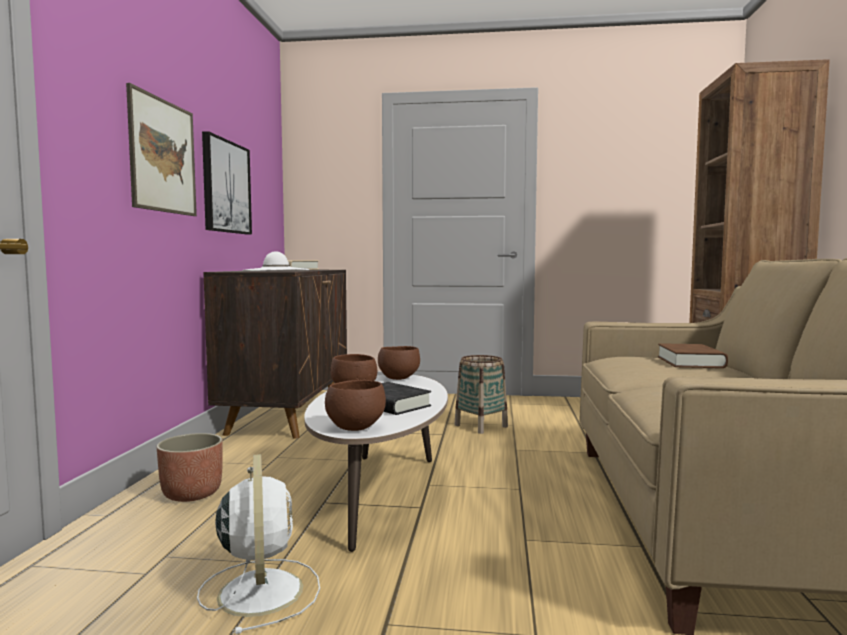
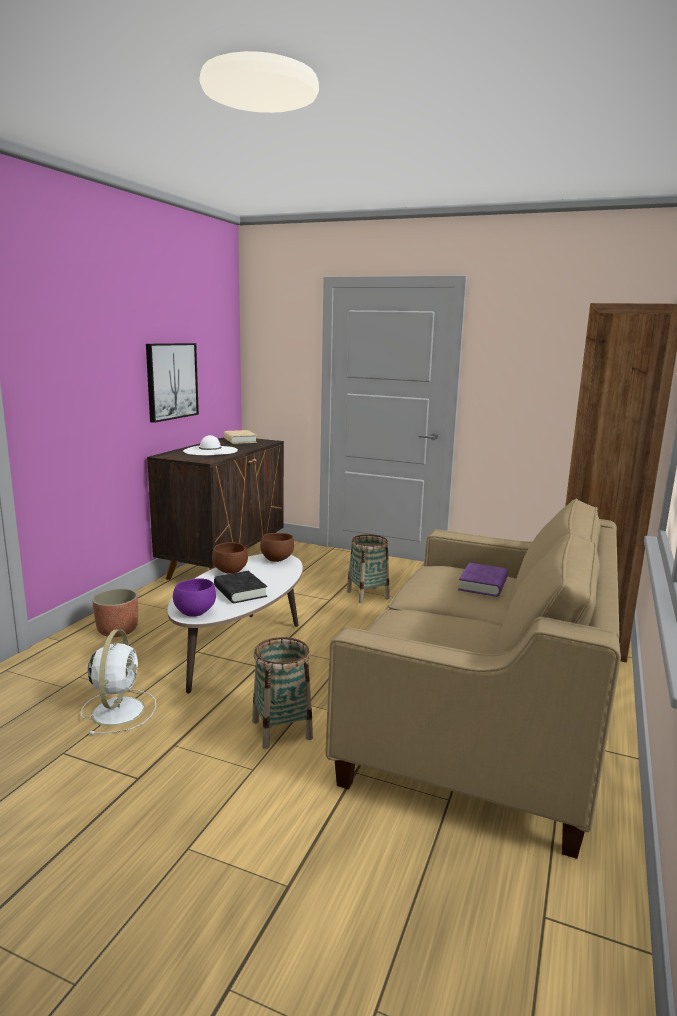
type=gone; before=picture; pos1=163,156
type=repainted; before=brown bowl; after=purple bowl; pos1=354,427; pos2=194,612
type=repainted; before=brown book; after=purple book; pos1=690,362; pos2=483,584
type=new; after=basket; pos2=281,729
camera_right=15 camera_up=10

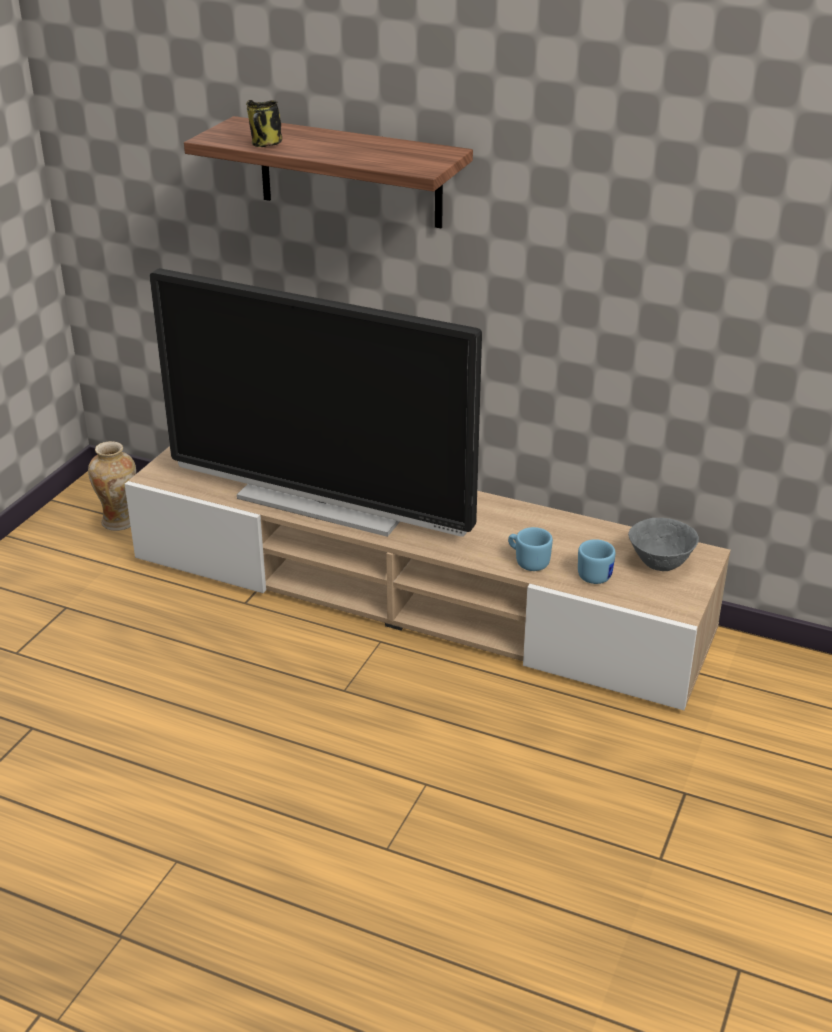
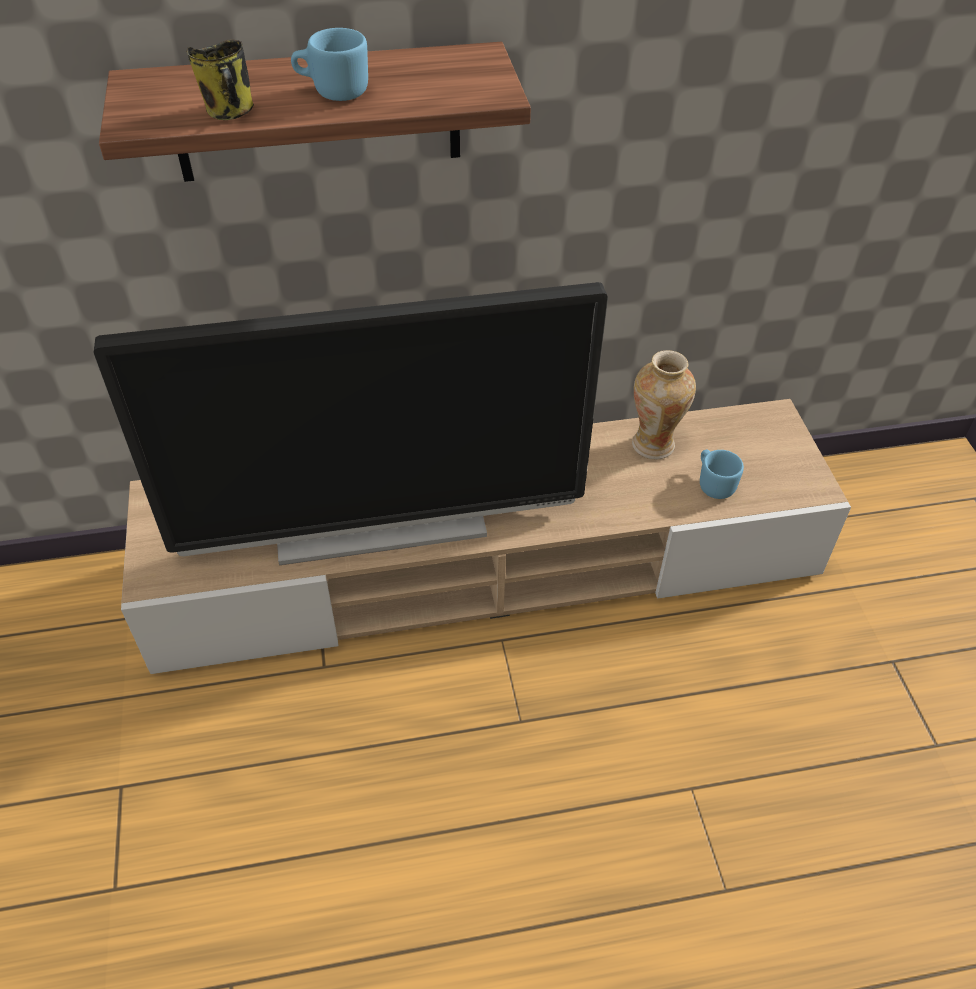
type=shifted; before=vase; pos1=120,522; pos2=654,444
type=shifted; before=blue mug; pos1=528,561; pos2=333,91
type=gone; before=grey bowl; pos1=659,564
camera_right=-35 camera_up=15

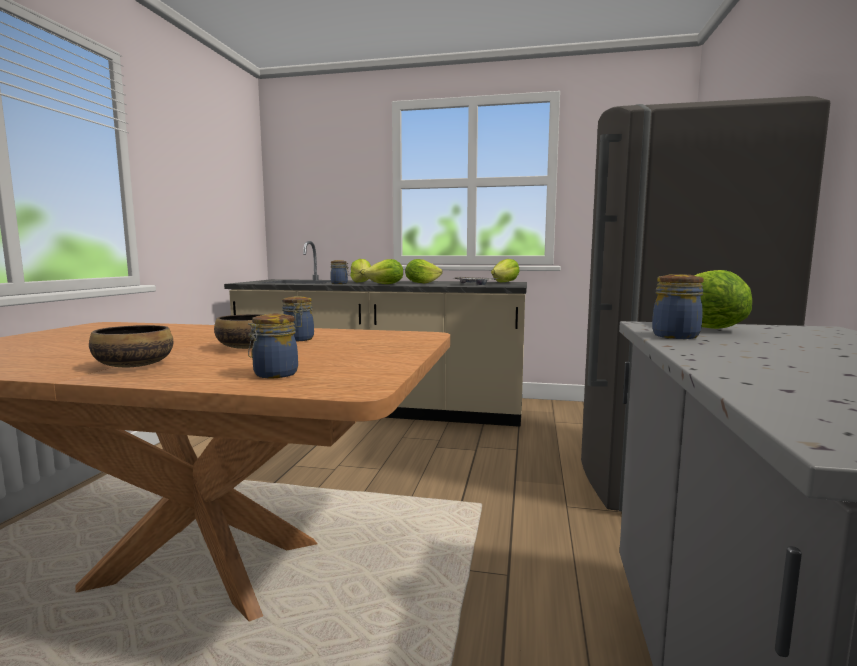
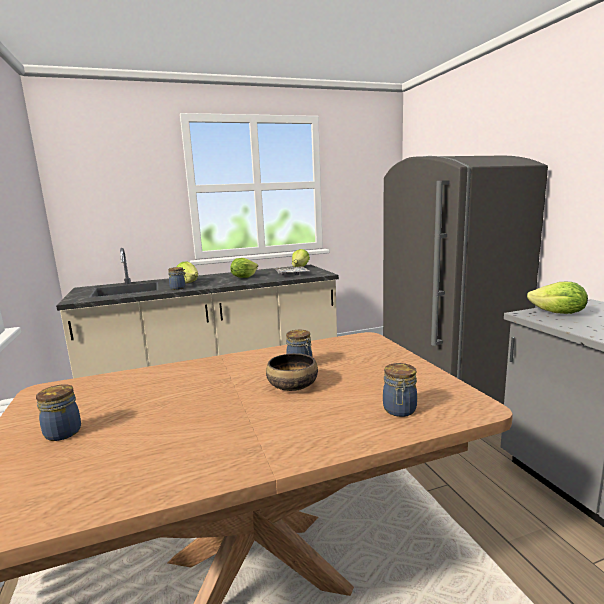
type=gone; before=bowl; pos1=133,365
type=gone; before=lettuce; pos1=386,284
type=shifted; before=jar; pos1=674,335; pos2=63,432
camera_right=-30 camera_up=5

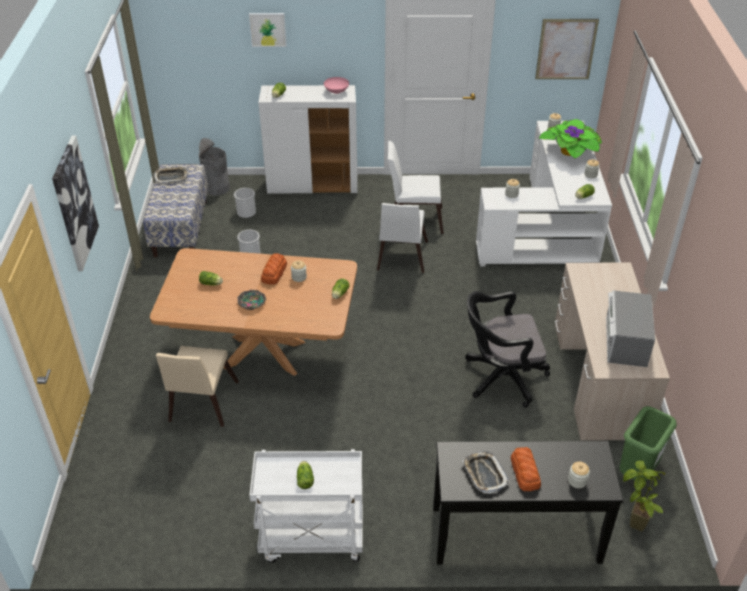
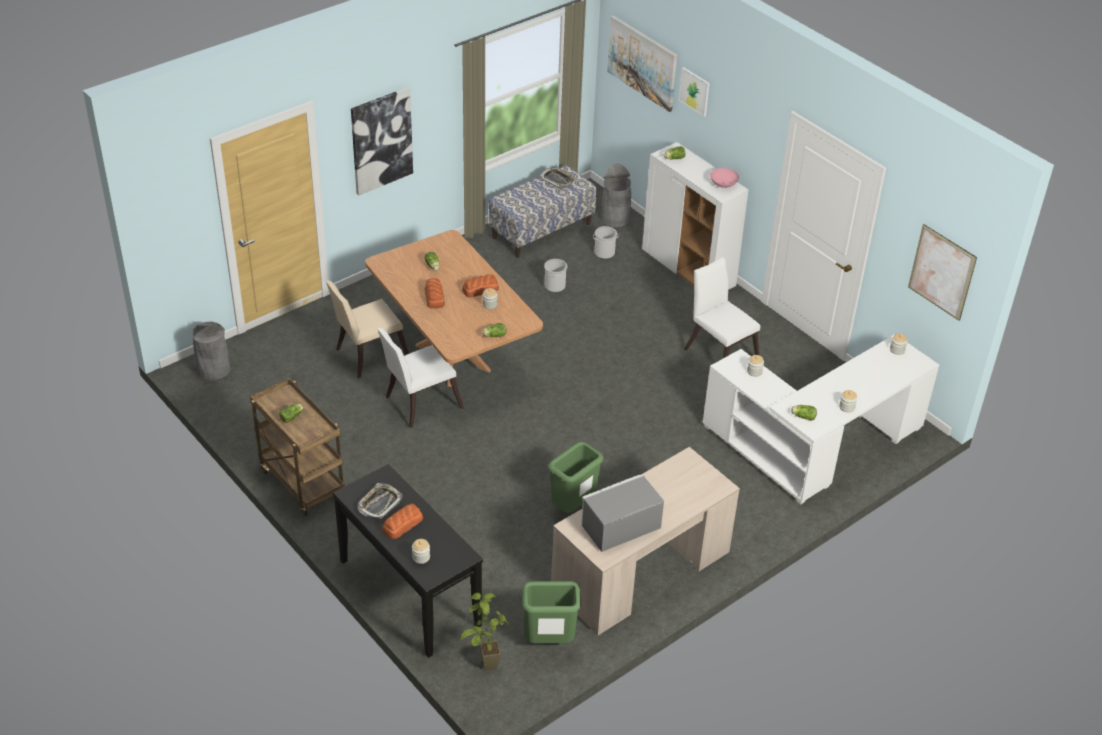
type=swapped; before=bowl; after=bread; pos1=252,303; pos2=434,297
type=repainted; before=white cart; after=brown cart; pos1=311,540; pos2=301,482
type=shifted; before=white chair; pos1=401,258; pos2=419,403
type=swapped; before=black office chair; after=green trash can; pos1=500,377; pos2=573,506
type=gone; before=potted plant; pos1=570,152
type=new; after=grey trash can; pos2=213,369
type=new; after=picture; pos2=642,62
camera_right=50 camera_up=0

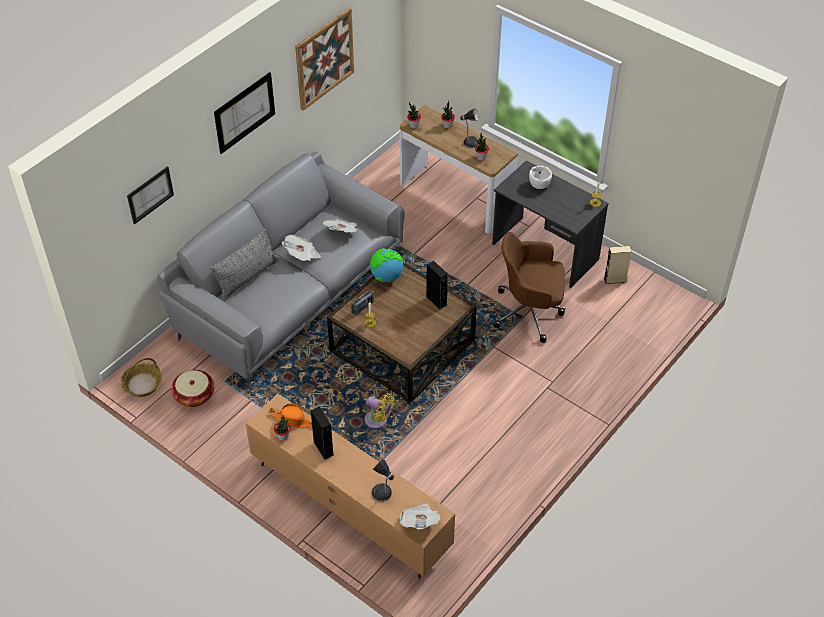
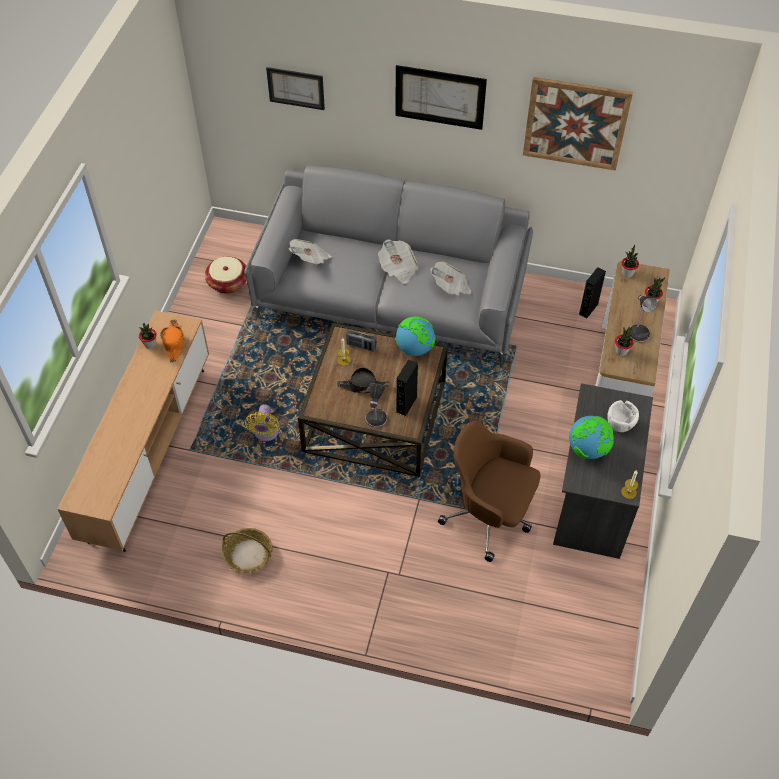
type=shifted; before=basket; pos1=142,384; pos2=248,555
type=gone; before=grey pillow; pos1=247,278
type=shifted; before=black speaker; pos1=323,448; pos2=588,309
type=shifted; before=table lamp; pos1=382,493; pos2=375,419
type=shifted; before=newspaper; pos1=420,522; pos2=310,259
type=rotated; before=brown office chair; pos1=530,312; pos2=490,515; turn=-45
type=gone; before=beige speaker; pos1=615,280
type=new; after=black hat; pos2=363,386
type=new; after=globe; pos2=588,450
camera_right=65 camera_up=5

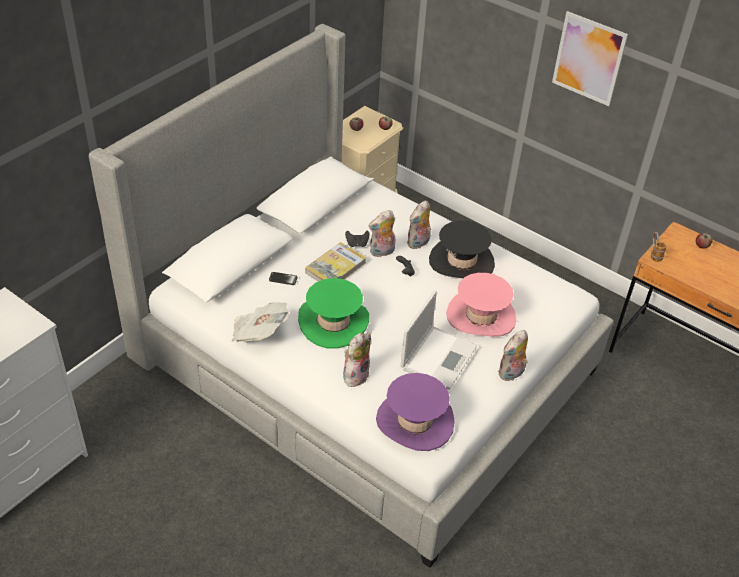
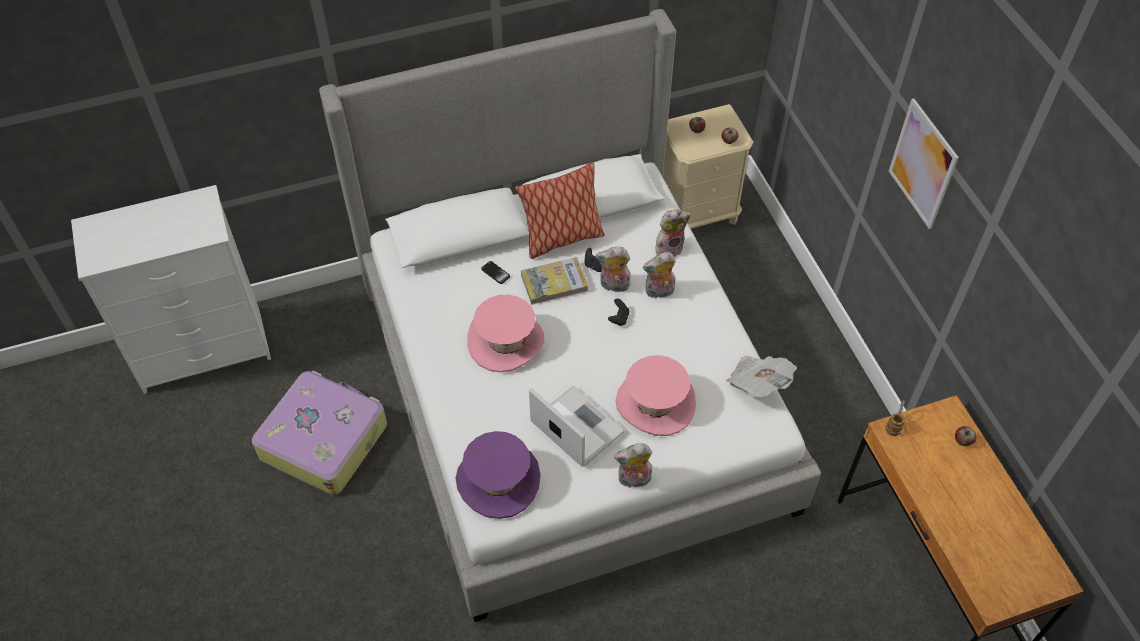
type=shifted; before=newspaper; pos1=259,333; pos2=758,383
type=repainted; before=green hat; after=pink hat; pos1=333,322; pos2=506,341
type=shifted; before=plush toy; pos1=355,375; pos2=669,247
type=rotated; before=laptop; pos1=439,356; pos2=575,426; turn=-105
type=gone; before=black hat; pos1=461,261
type=new; after=suitcase; pos2=324,439
type=new; after=pillow; pos2=562,239
camera_right=35 camera_up=10

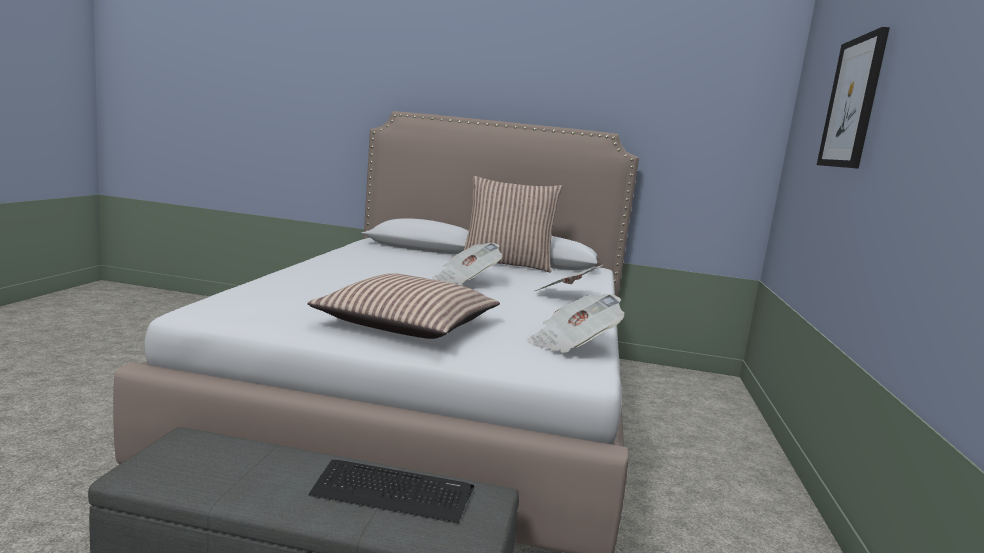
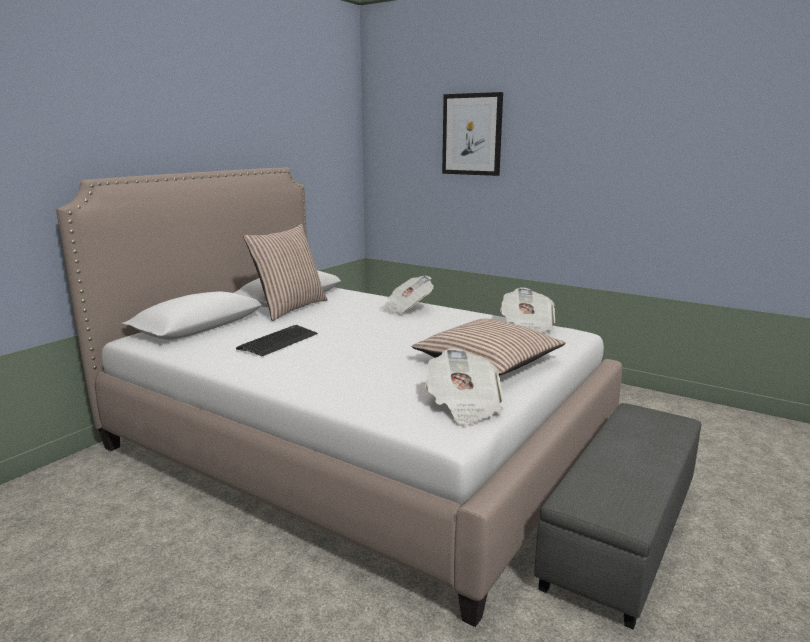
type=shifted; before=keyboard; pos1=392,492; pos2=278,341
type=shifted; before=newspaper; pos1=465,281; pos2=464,406
camera_right=-65 camera_up=5

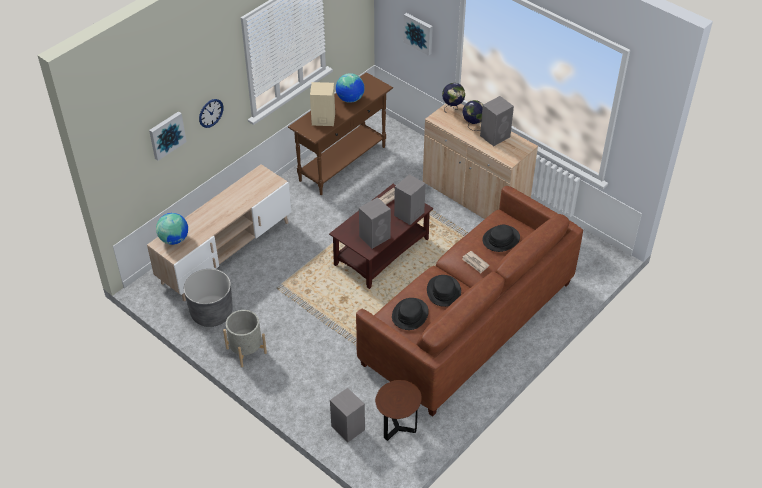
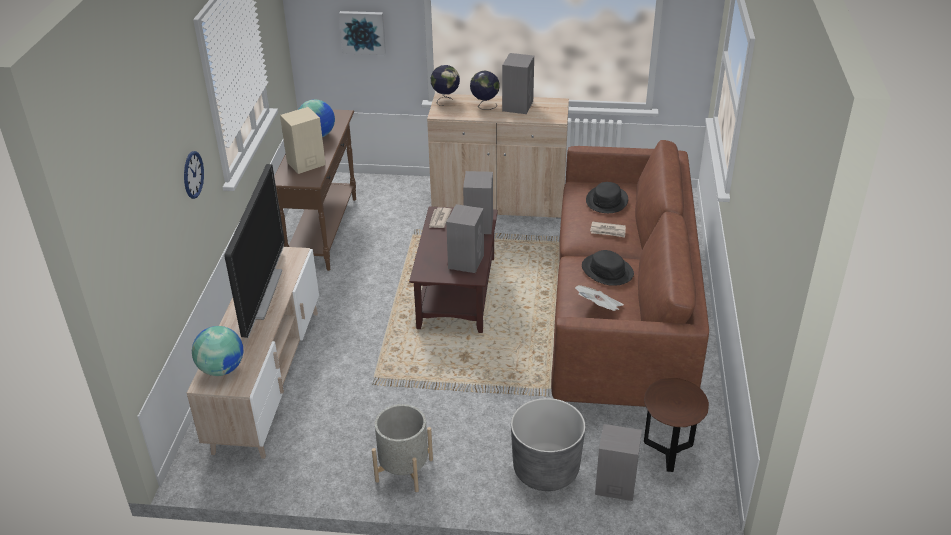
type=gone; before=picture; pos1=166,135
type=shifted; before=grey planter; pos1=211,313; pos2=546,469
type=swapped; before=black hat; after=newspaper; pos1=410,314; pos2=599,308
type=new; after=television; pos2=261,294
camera_right=-35 camera_up=-10

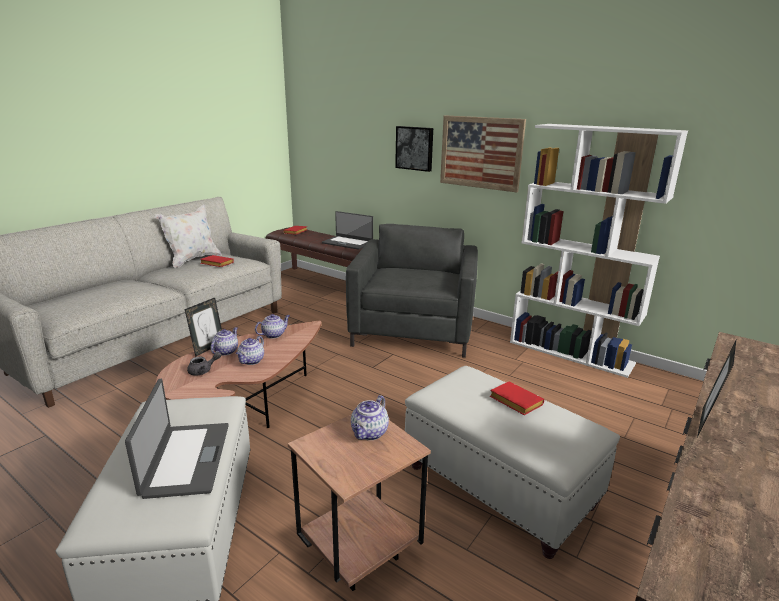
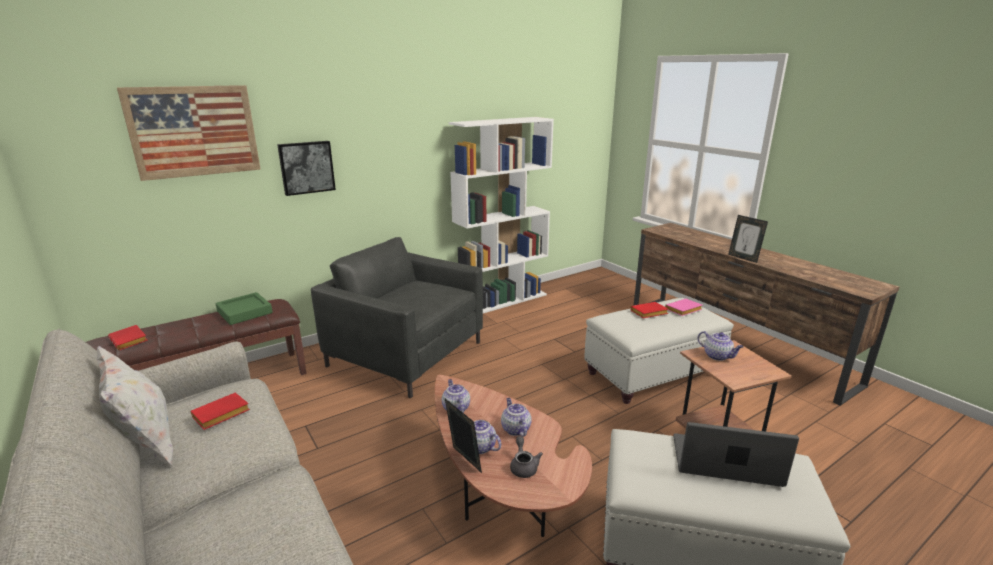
type=rotated; before=teapot; pos1=251,361; pos2=515,429; turn=-150
type=swapped; before=laptop; after=green tray; pos1=348,243; pos2=245,312
type=shifted; before=picture; pos1=480,153; pos2=194,131
type=new; after=pink book; pos2=683,310
camera_right=-70 camera_up=0

